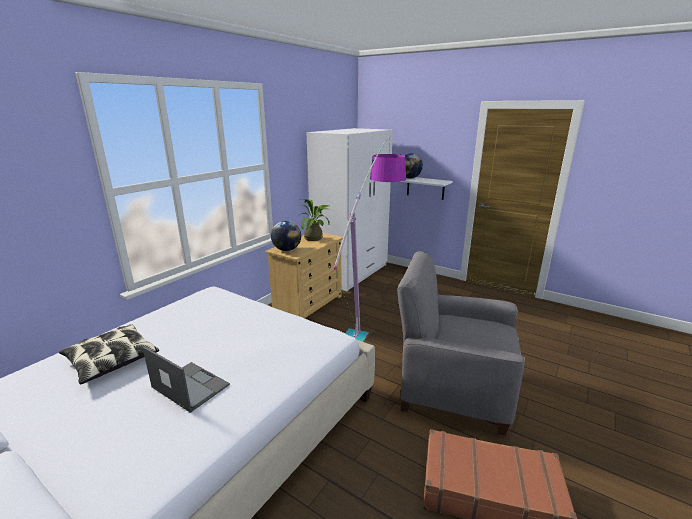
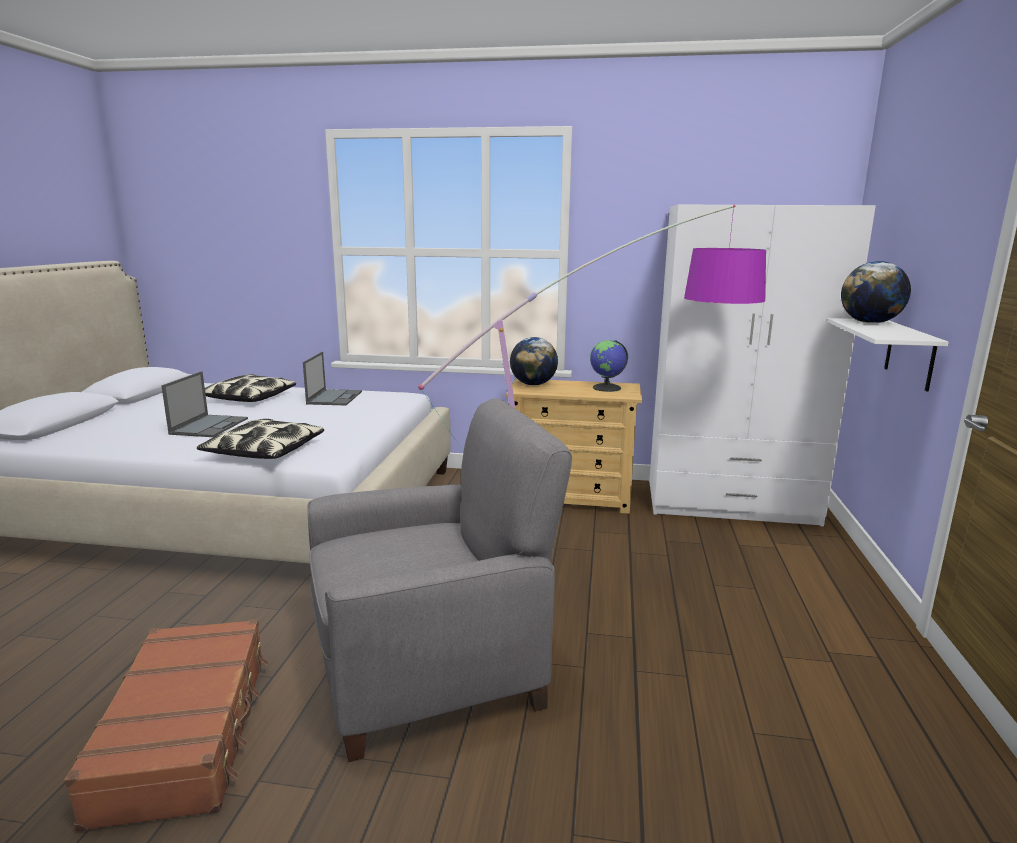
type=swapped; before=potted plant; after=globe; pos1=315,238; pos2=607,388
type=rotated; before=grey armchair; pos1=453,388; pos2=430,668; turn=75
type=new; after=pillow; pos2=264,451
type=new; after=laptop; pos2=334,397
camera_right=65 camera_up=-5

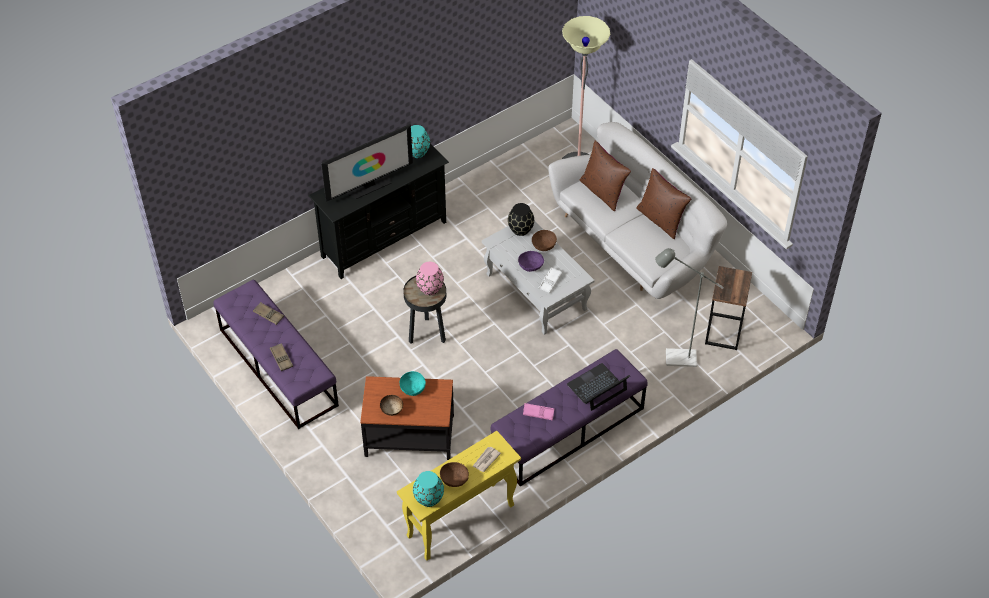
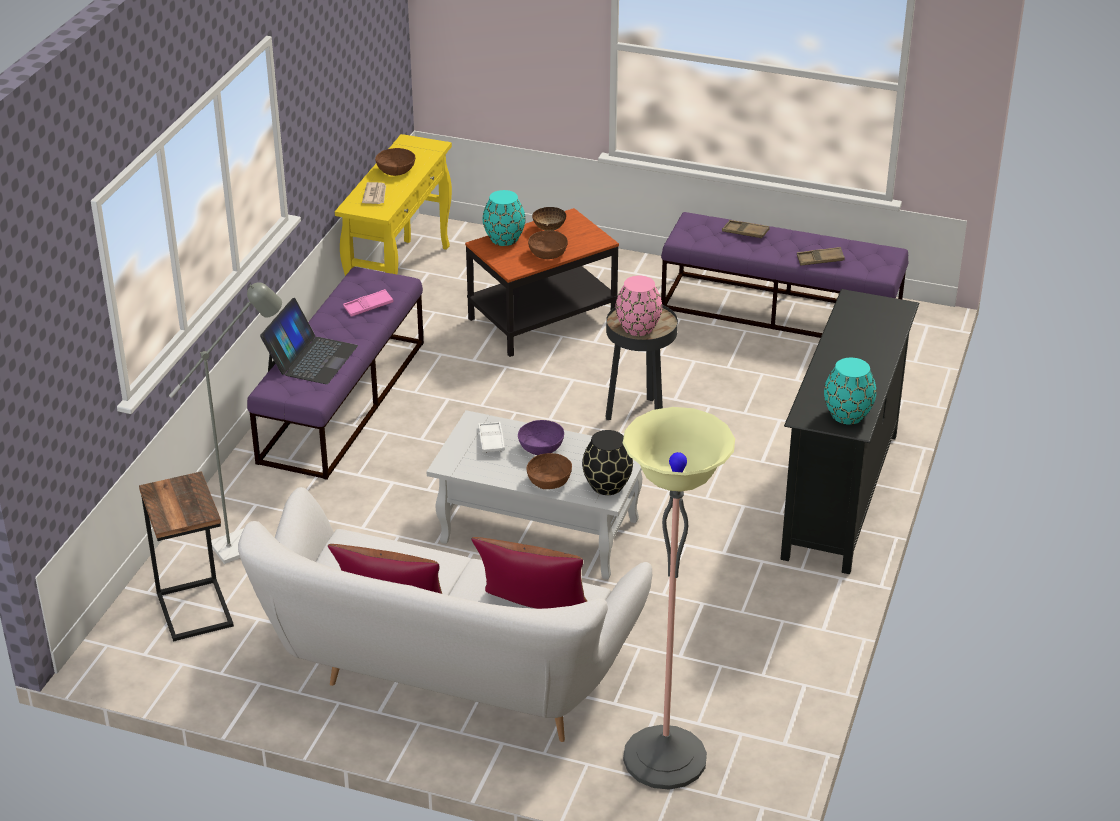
type=gone; before=television; pos1=369,185
type=repainted; before=turquoise bowl; after=brown bowl; pos1=412,388; pos2=547,254
type=shifted; before=turquoise vase; pos1=428,499; pos2=504,239
camera_right=145 camera_up=-15

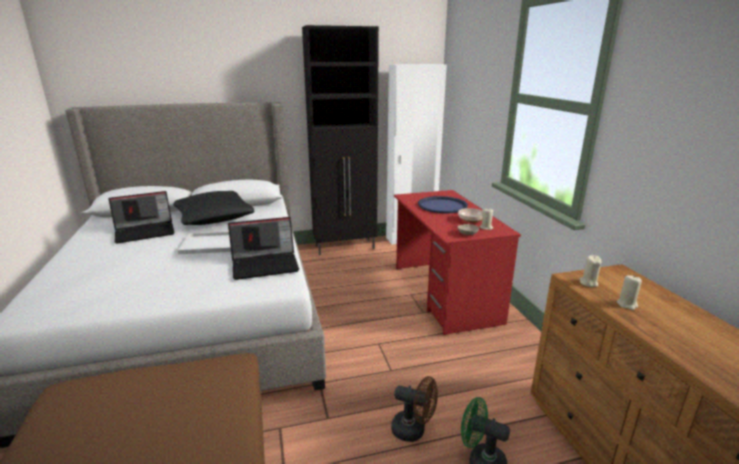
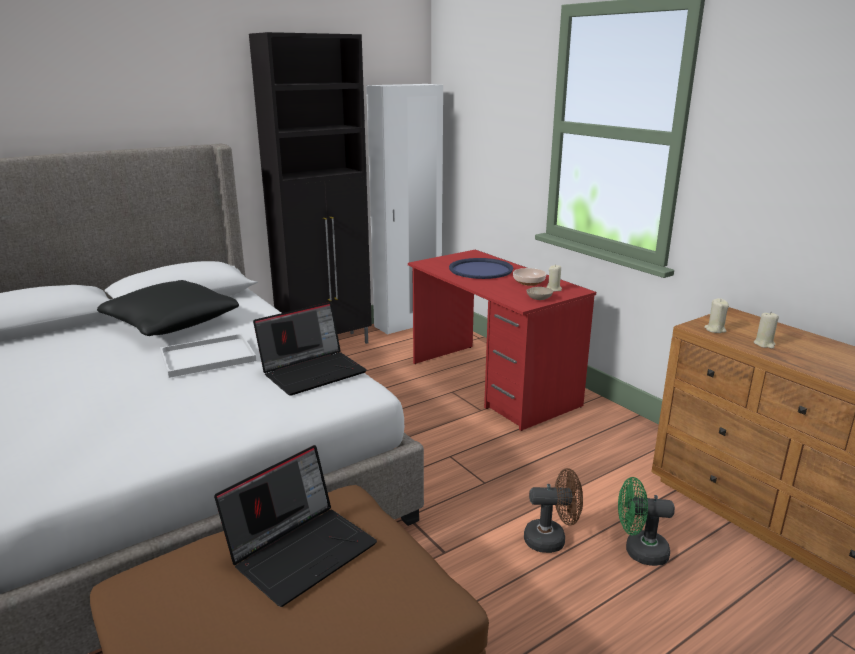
type=shifted; before=laptop; pos1=146,231; pos2=302,550
camera_right=-20 camera_up=0

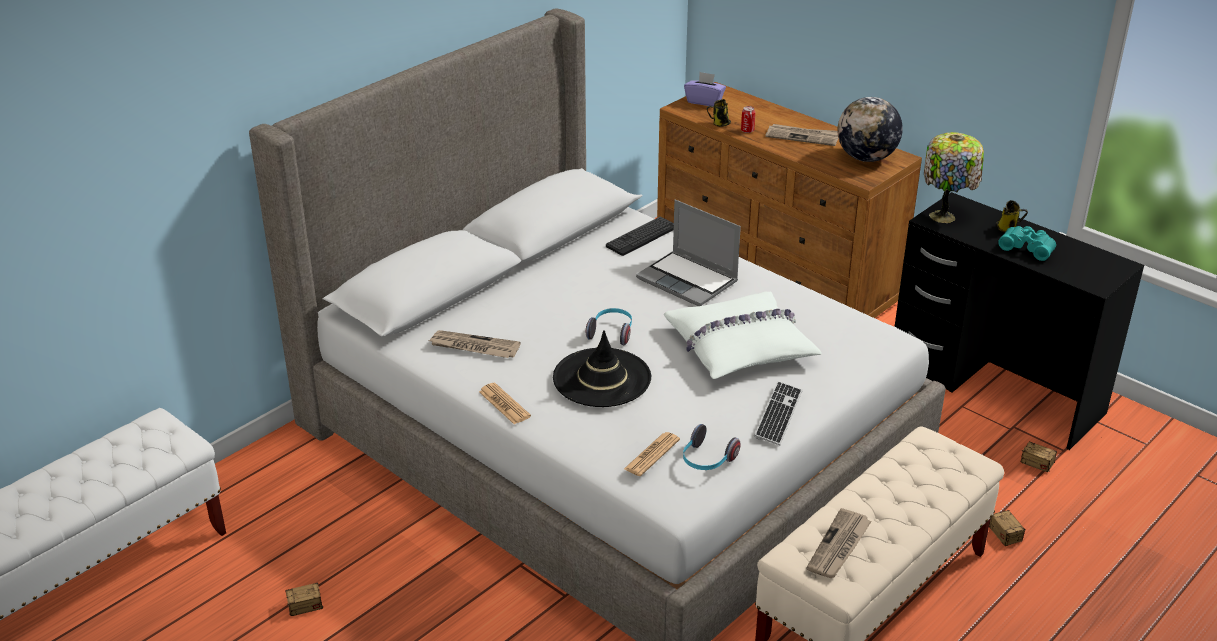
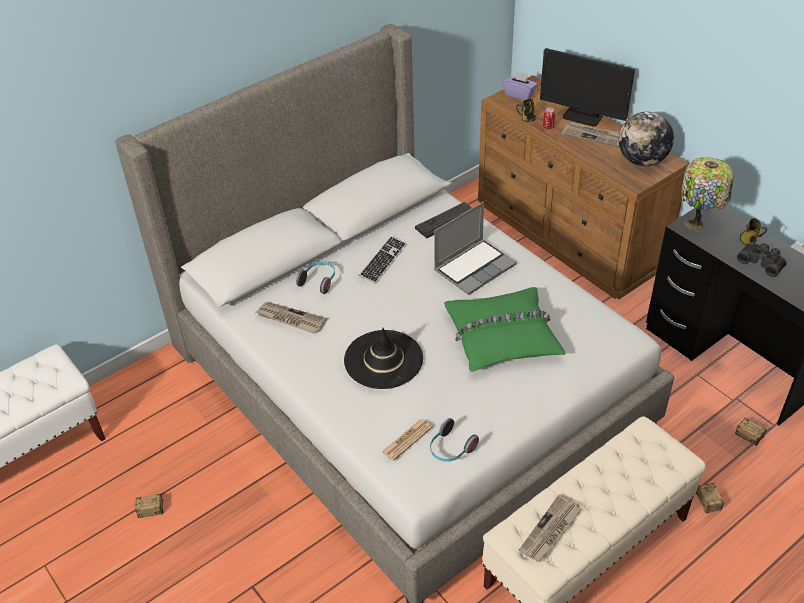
type=gone; before=newspaper; pos1=504,404
type=shifted; before=headphones; pos1=611,333; pos2=319,281
type=rotated; before=laptop; pos1=689,280; pos2=474,267; turn=-90
type=repainted; before=white pillow; after=green pillow; pos1=740,347; pos2=502,337
type=shifted; before=keyboard; pos1=778,415; pos2=383,261
type=repainted; before=turquoise binoculars; after=black binoculars; pos1=1027,248; pos2=762,262
type=new; after=monitor; pos2=582,116
camera_right=10 camera_up=10

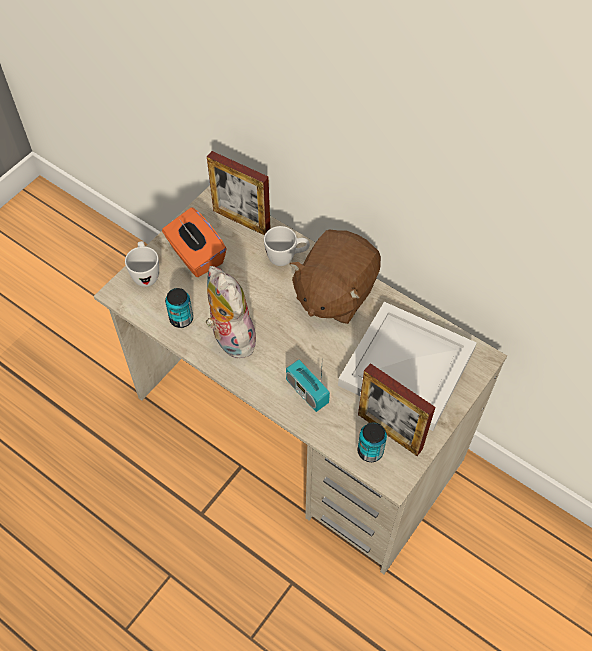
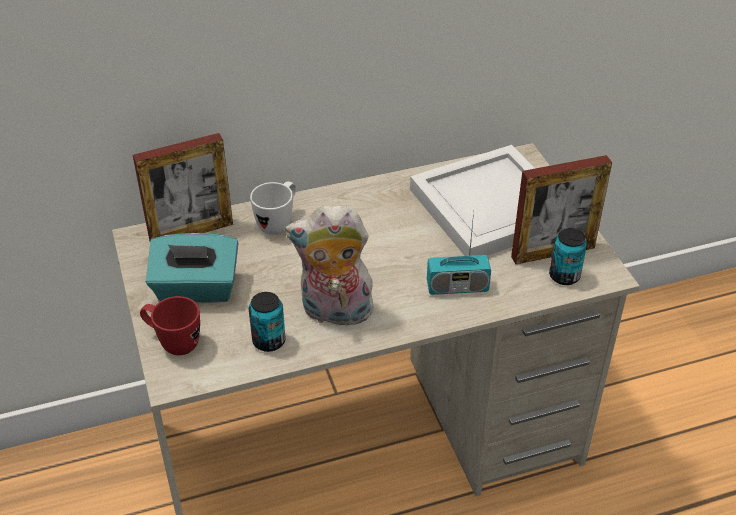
type=repainted; before=white mug; after=red mug; pos1=145,274; pos2=173,343
type=repainted; before=orange tissue box; after=turquoise tissue box; pos1=196,255; pos2=196,289
type=gone; before=brown plush toy; pos1=334,293
camera_right=-55 camera_up=-15

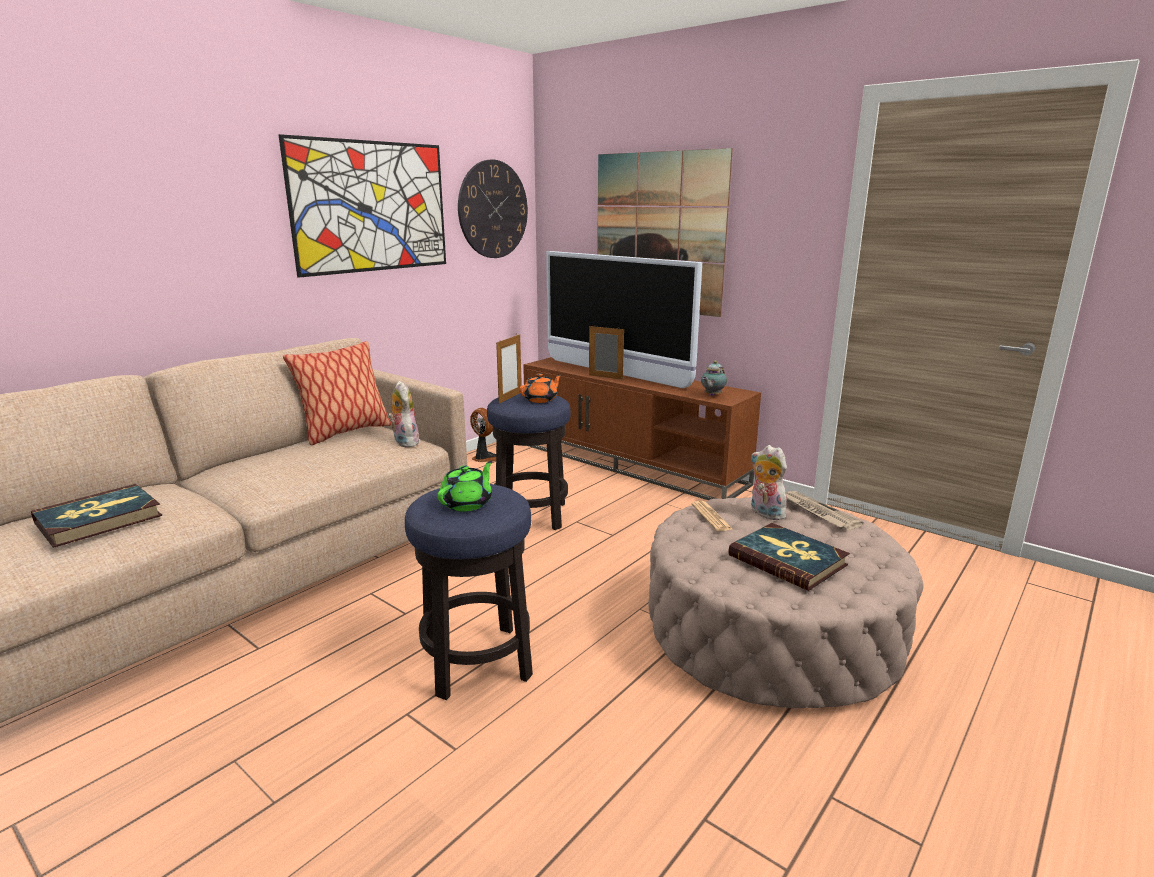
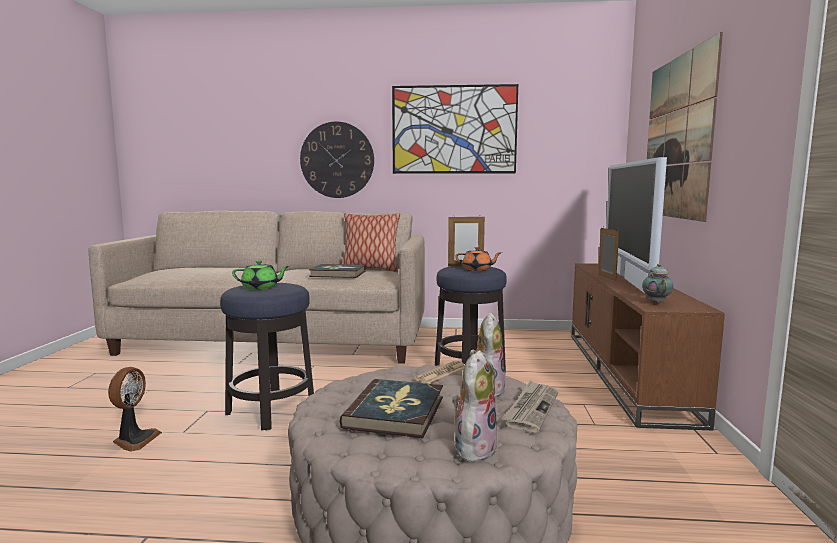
type=shifted; before=book; pos1=99,519; pos2=338,274
type=shifted; before=plush toy; pos1=404,442; pos2=474,448
type=shifted; before=wall clock; pos1=493,209; pos2=337,160
type=shifted; before=fan; pos1=485,458; pos2=134,440
type=rotated; before=teapot; pos1=712,395; pos2=656,303; turn=90
camera_right=55 camera_up=-10

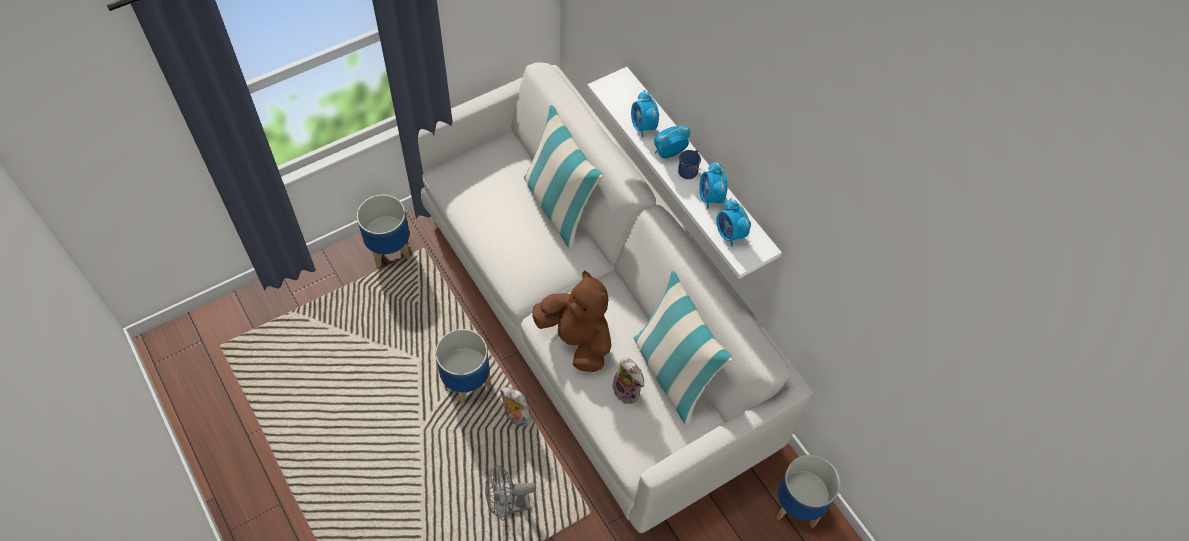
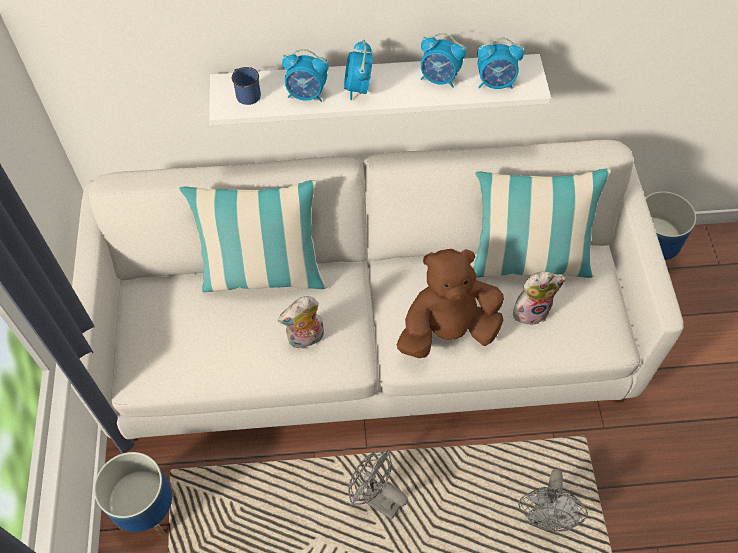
type=swapped; before=planter; after=grey fan; pos1=466,383; pos2=376,498
type=shifted; before=plush toy; pos1=515,417; pos2=306,339
type=shifted; before=blue mug; pos1=689,169; pos2=246,93
camera_right=-60 camera_up=0

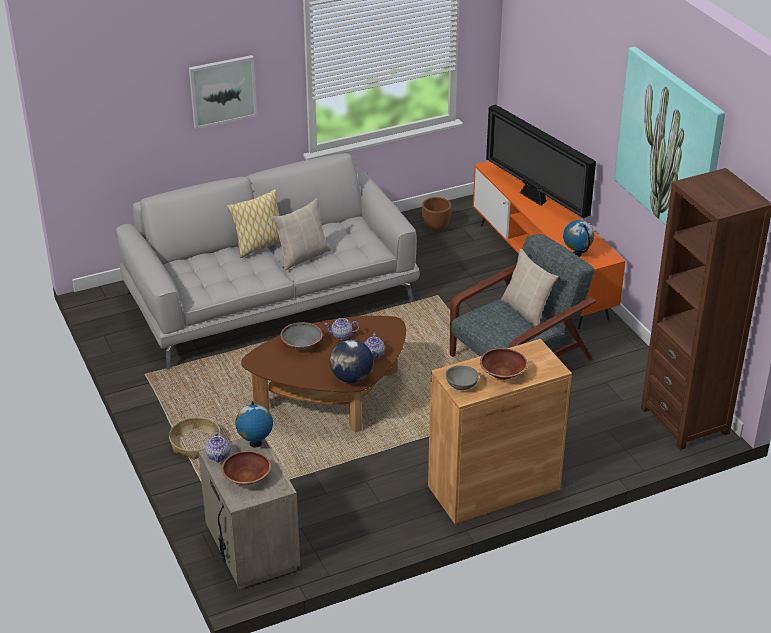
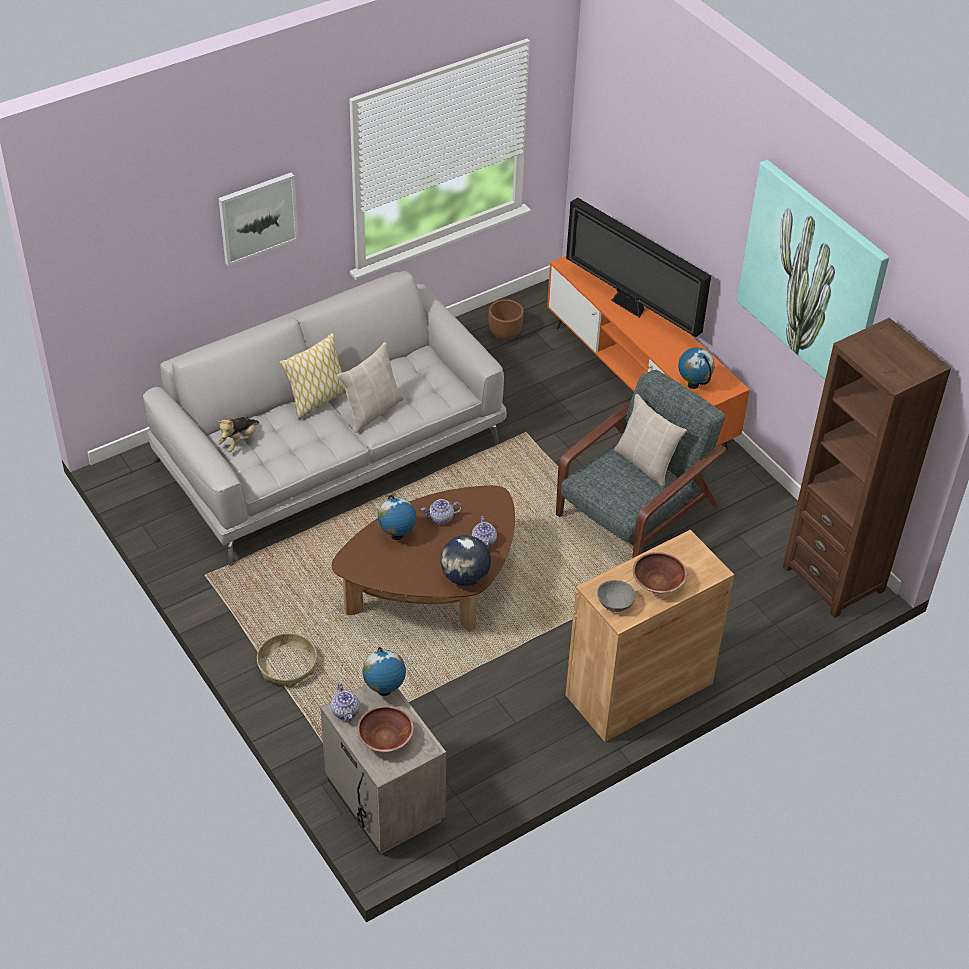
type=swapped; before=grey bowl; after=globe; pos1=301,344; pos2=397,535
type=new; after=plush toy; pos2=239,441
camera_right=-10 camera_up=10

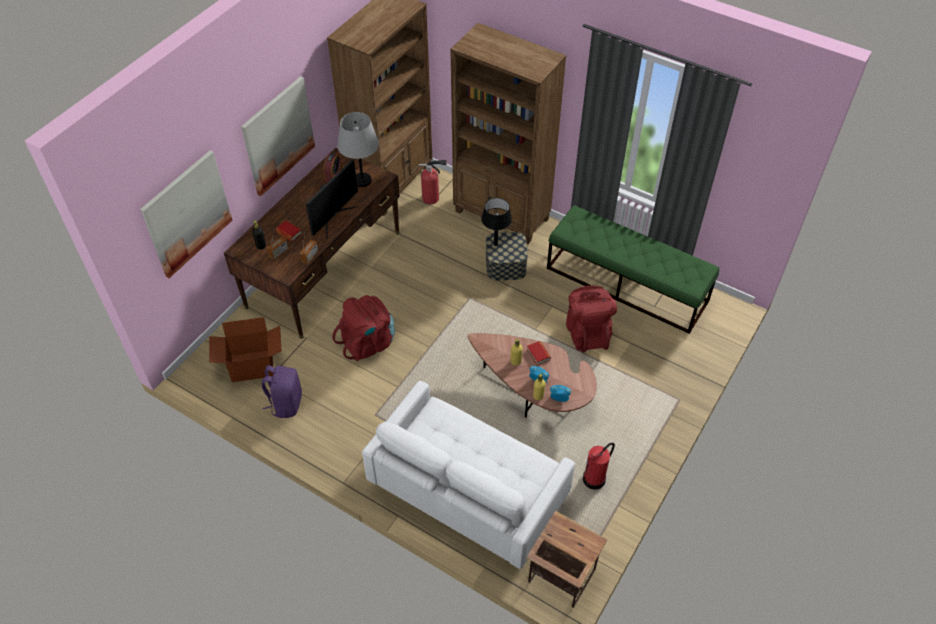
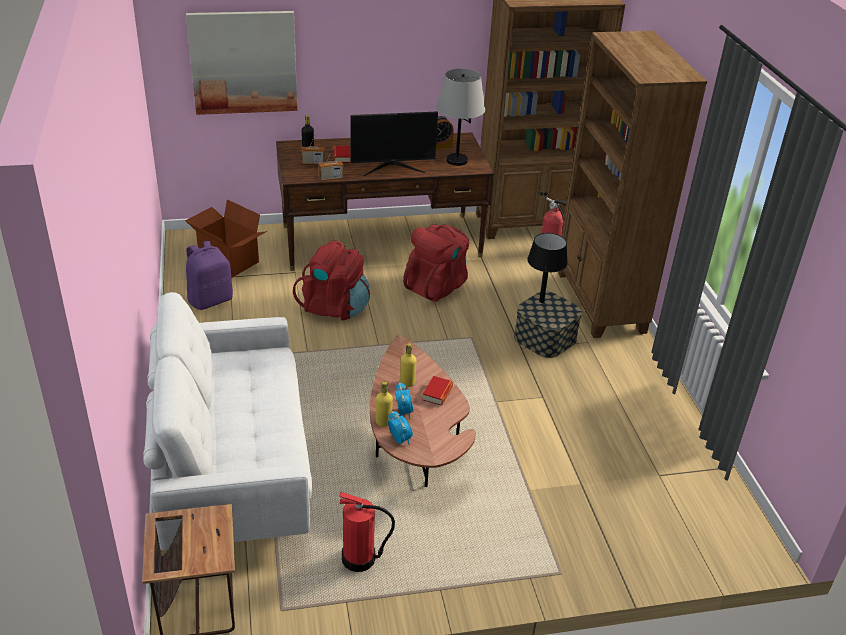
type=gone; before=picture; pos1=278,136
type=gone; before=green bench; pos1=627,285
type=shifted; before=red backpack; pos1=587,333; pos2=436,286
camera_right=45 camera_up=-15

